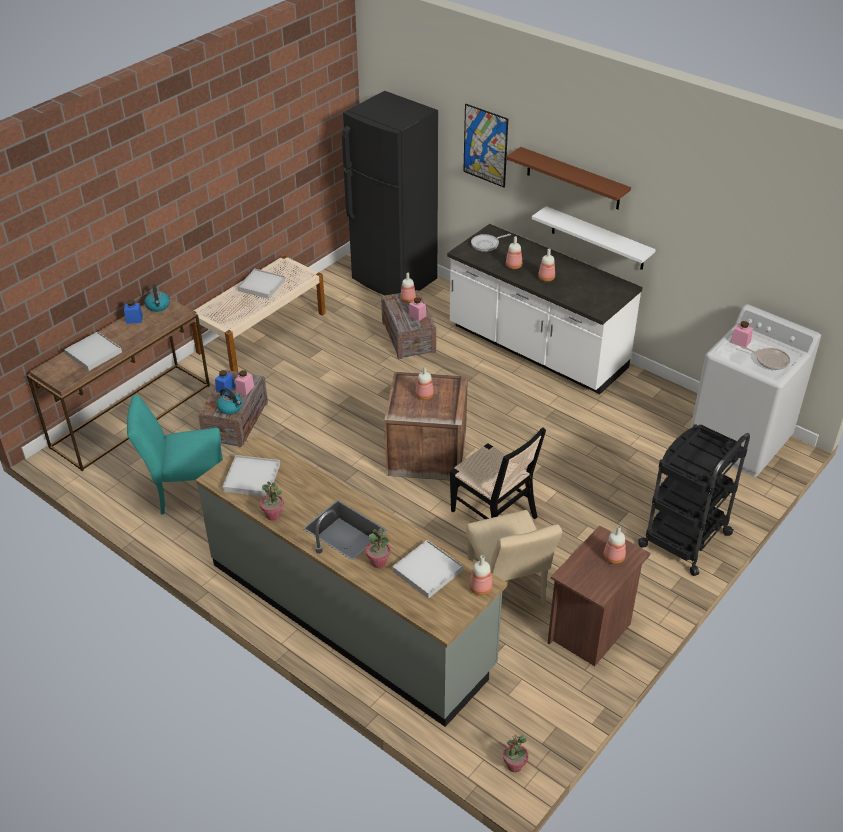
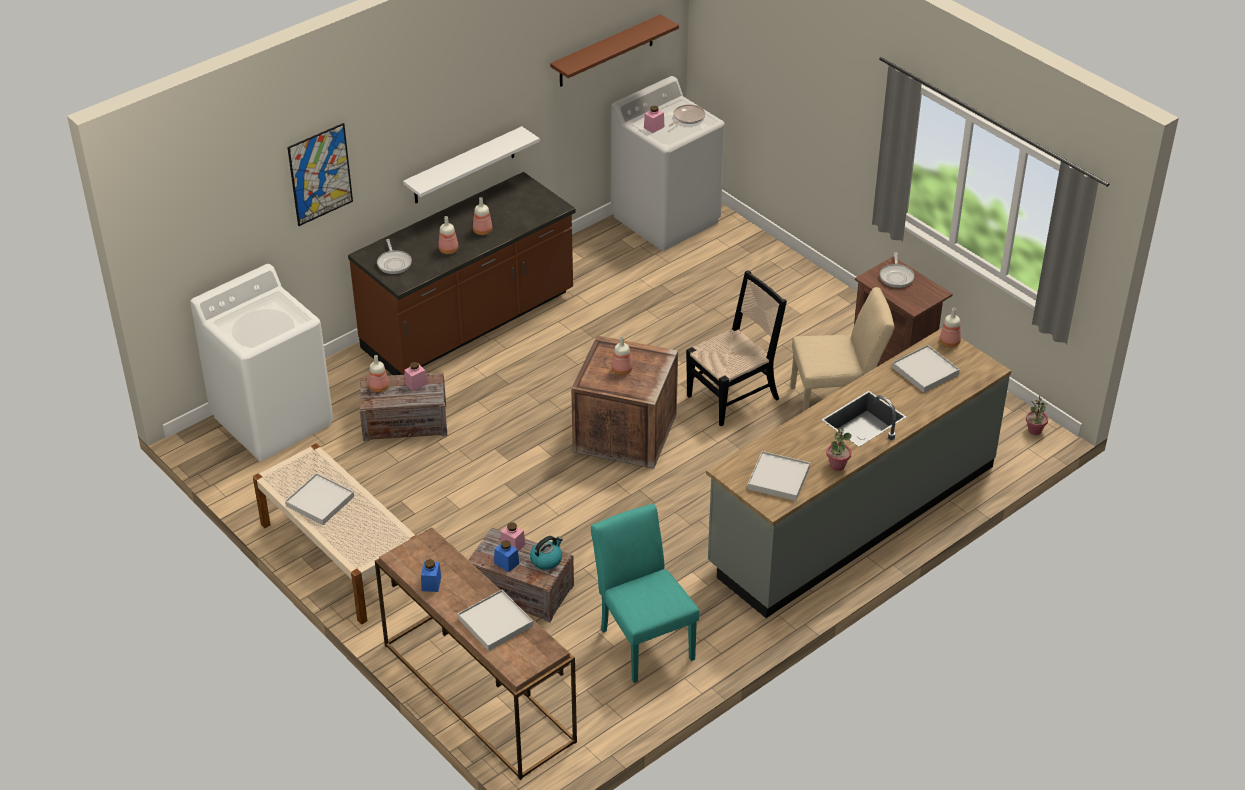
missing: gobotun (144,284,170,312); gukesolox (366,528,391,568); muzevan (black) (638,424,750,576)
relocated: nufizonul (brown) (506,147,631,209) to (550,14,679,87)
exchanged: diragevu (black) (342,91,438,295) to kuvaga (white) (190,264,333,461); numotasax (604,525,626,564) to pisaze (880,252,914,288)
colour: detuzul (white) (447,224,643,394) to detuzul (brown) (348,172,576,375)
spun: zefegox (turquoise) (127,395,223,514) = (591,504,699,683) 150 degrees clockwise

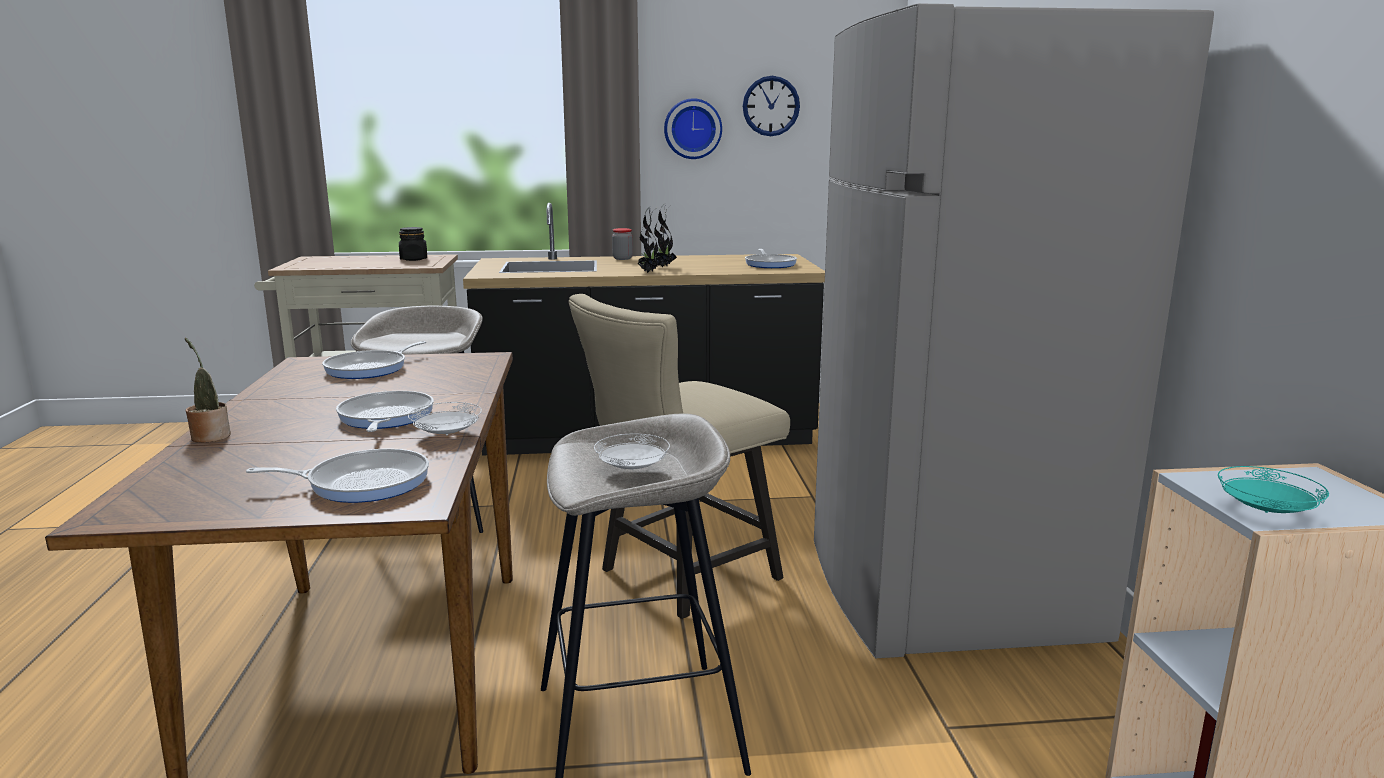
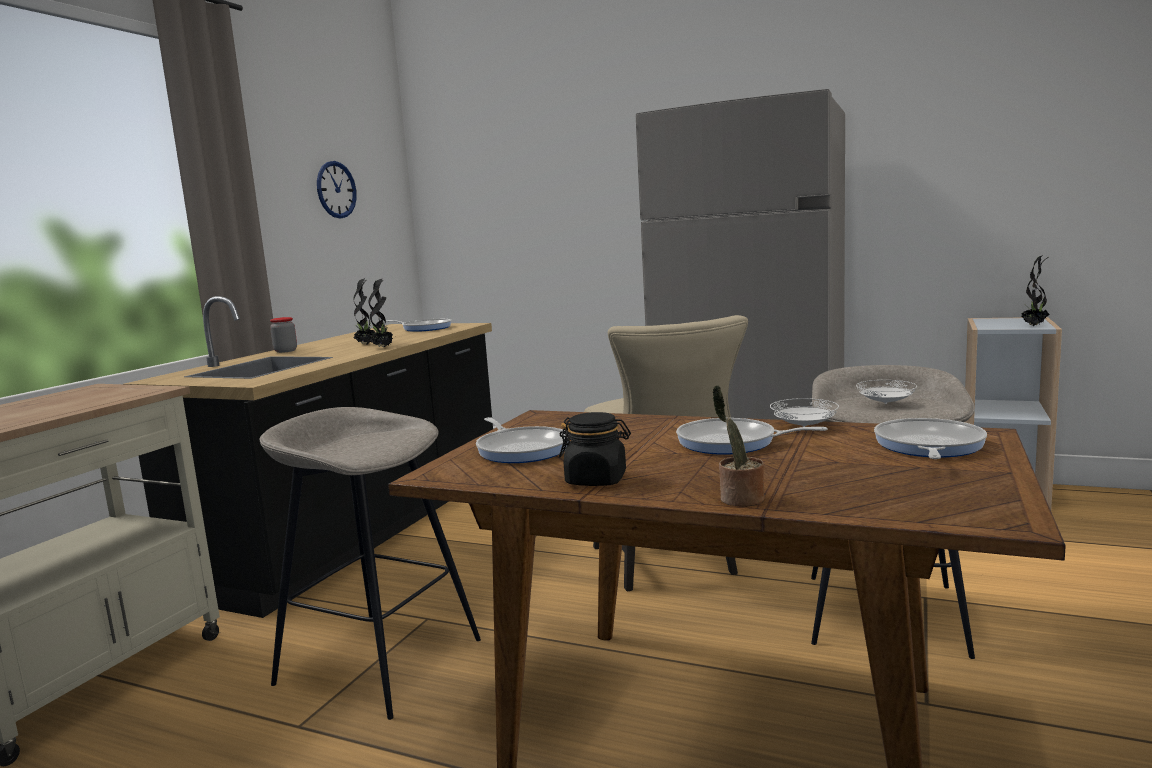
missing: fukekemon (664,98,722,159)
relocated: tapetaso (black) (399,227,427,261) to (559,412,631,486)
exchanged: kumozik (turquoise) (1218,466,1329,513) to gukesolox (1021,255,1049,326)

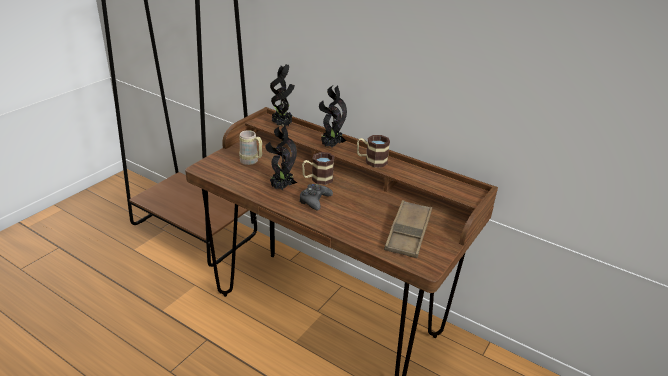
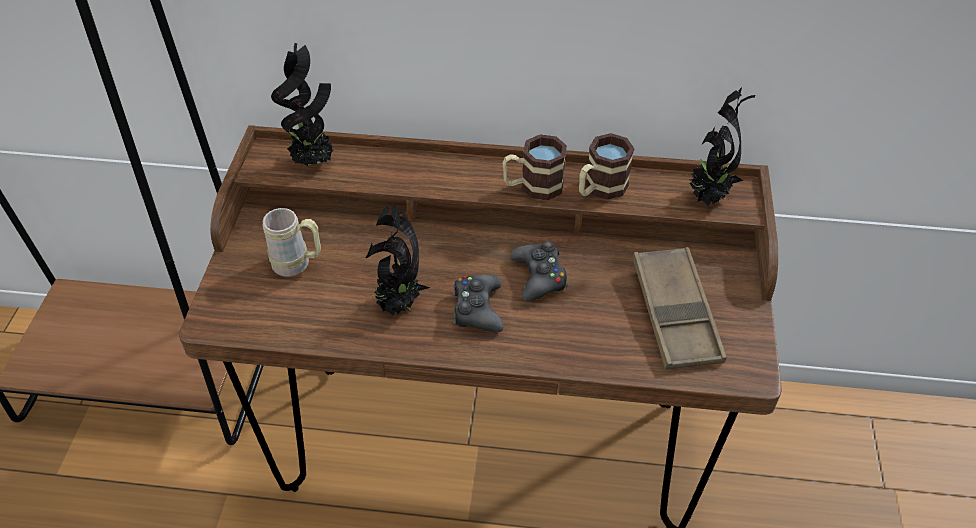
appeared: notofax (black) (510,241,568,301)
relocated: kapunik (302,152,335,185) to (579,133,635,200); gukesolox (319,85,347,148) to (688,88,755,205)

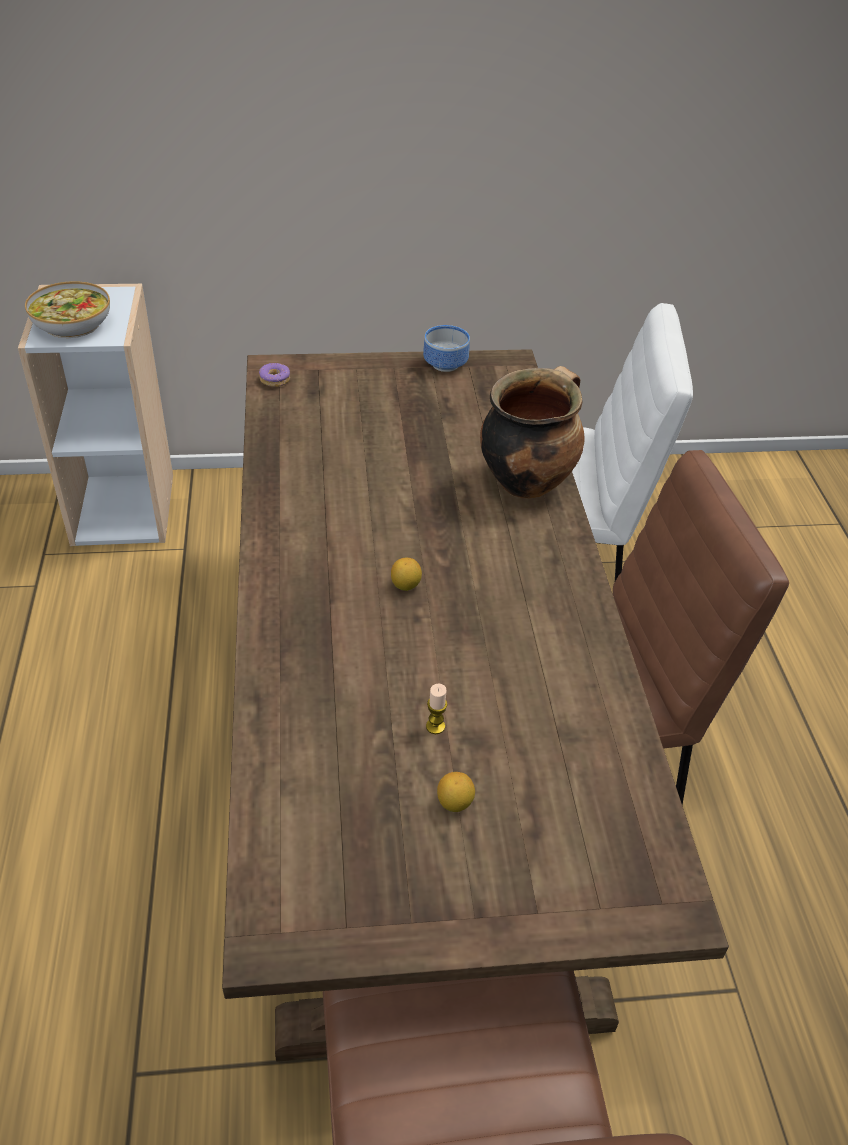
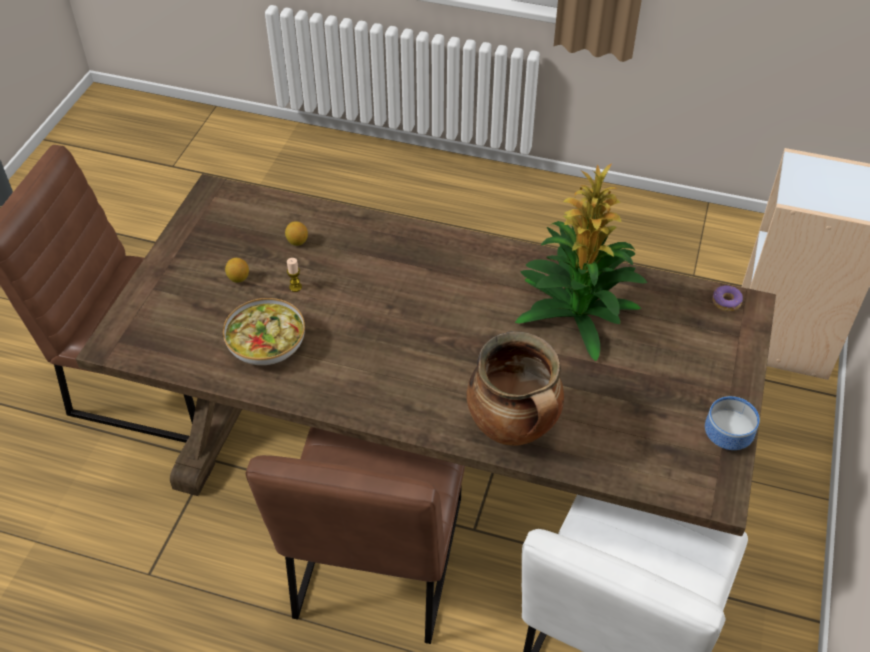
appeared: gukesolox (515,163,647,361)
relocated: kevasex (25,281,110,338) to (223,298,305,365); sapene (391,558,422,591) to (285,221,308,246)

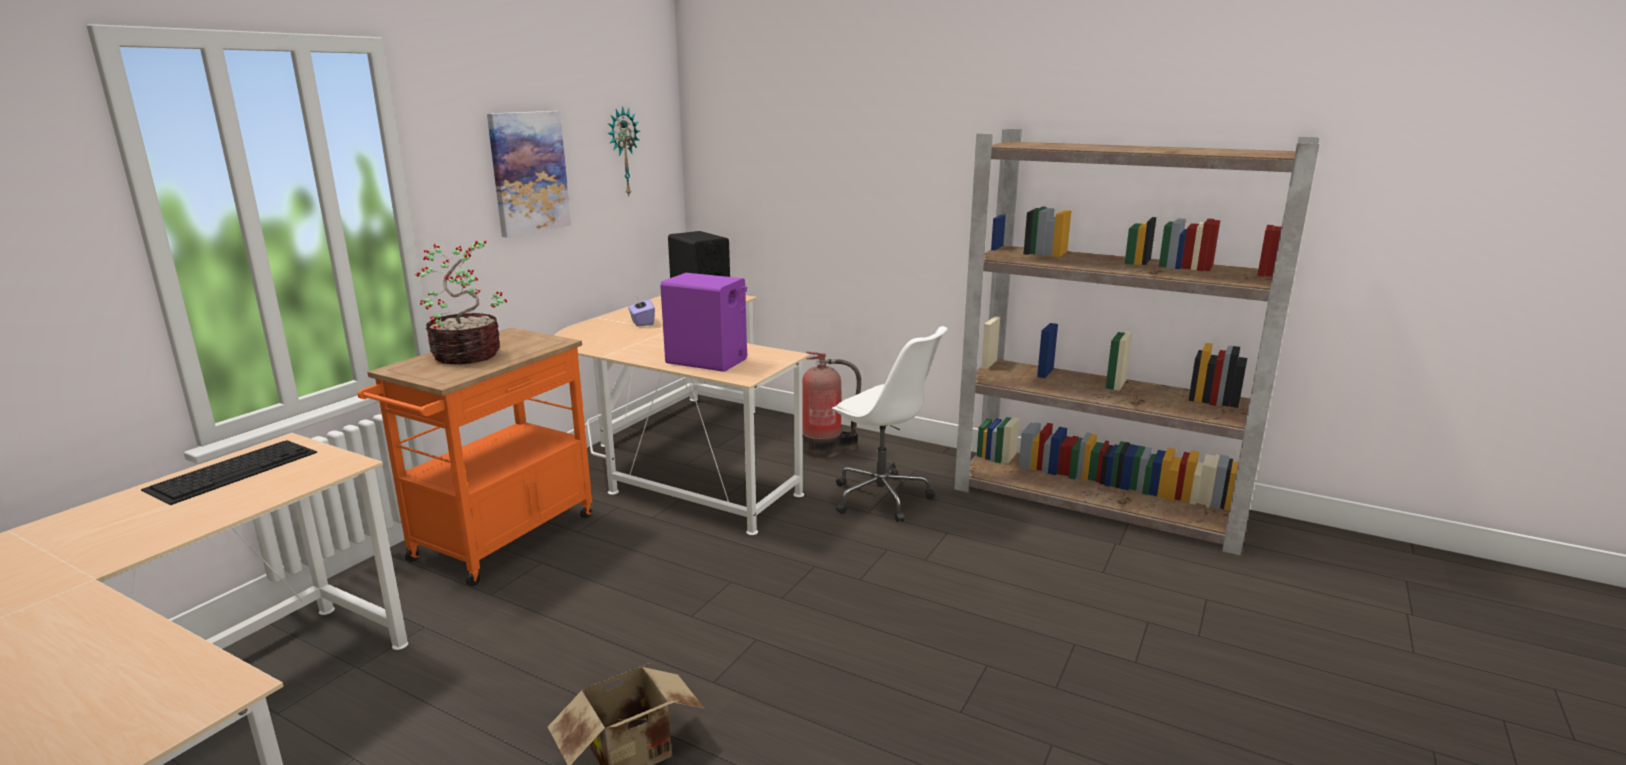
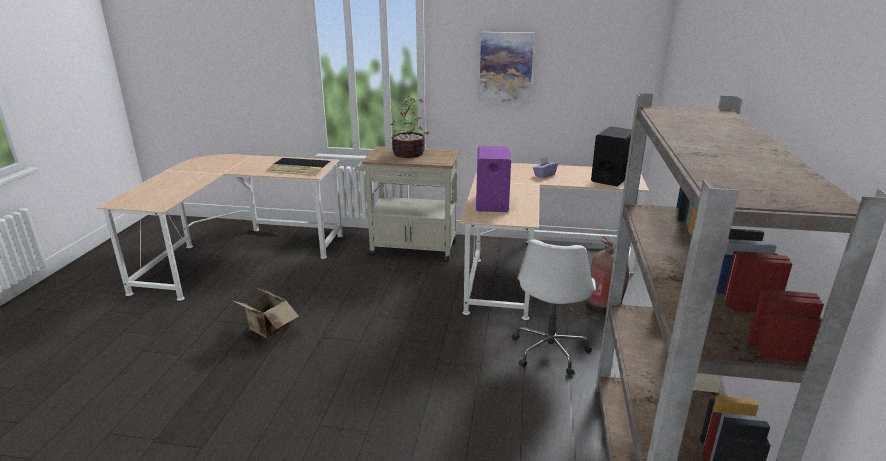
missing: fukekemon (607,106,640,196)
appeared: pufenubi (265,164,322,176)
colour: muzevan (orange) (358,327,592,587) to muzevan (beige) (354,146,460,262)

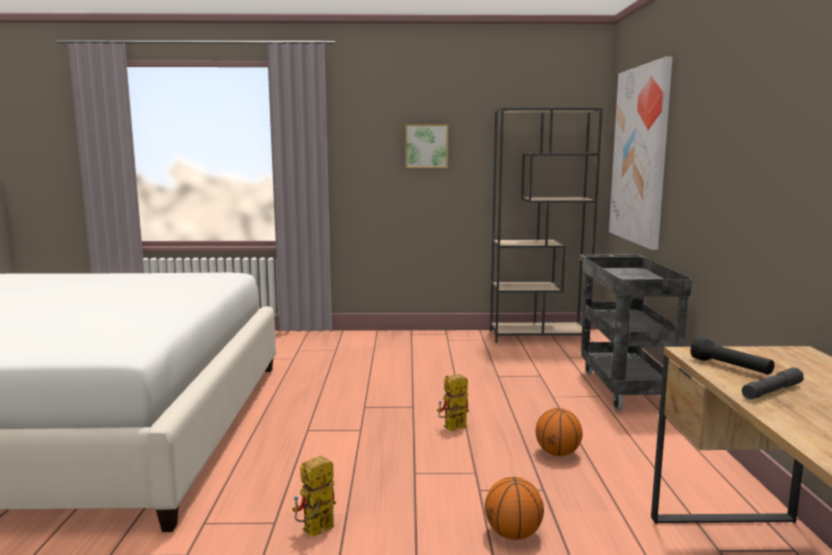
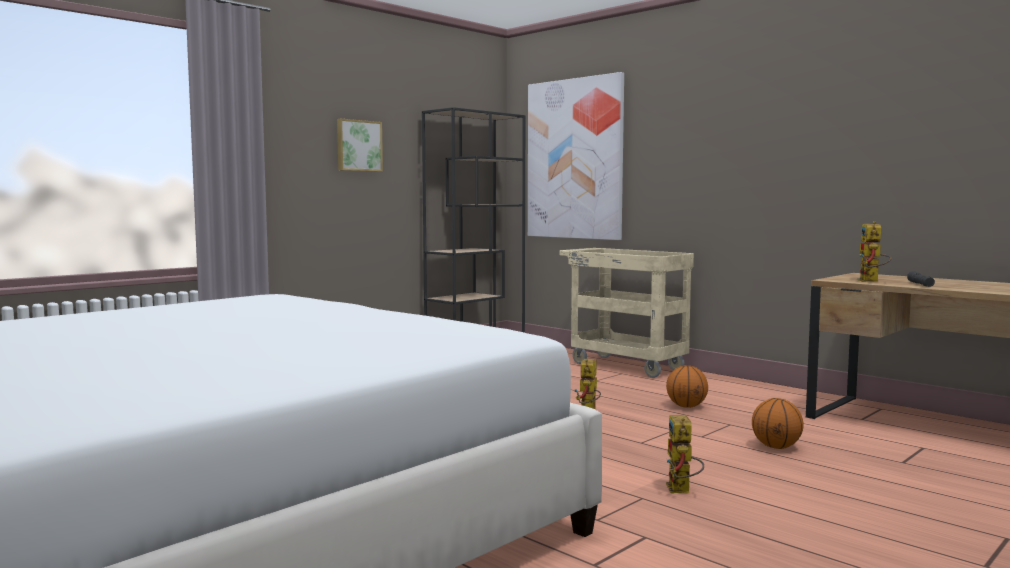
exchanged: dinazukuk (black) (690,336,774,375) to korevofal (858,221,891,282)
colour: muzevan (black) (580,254,692,411) to muzevan (beige) (559,248,694,378)

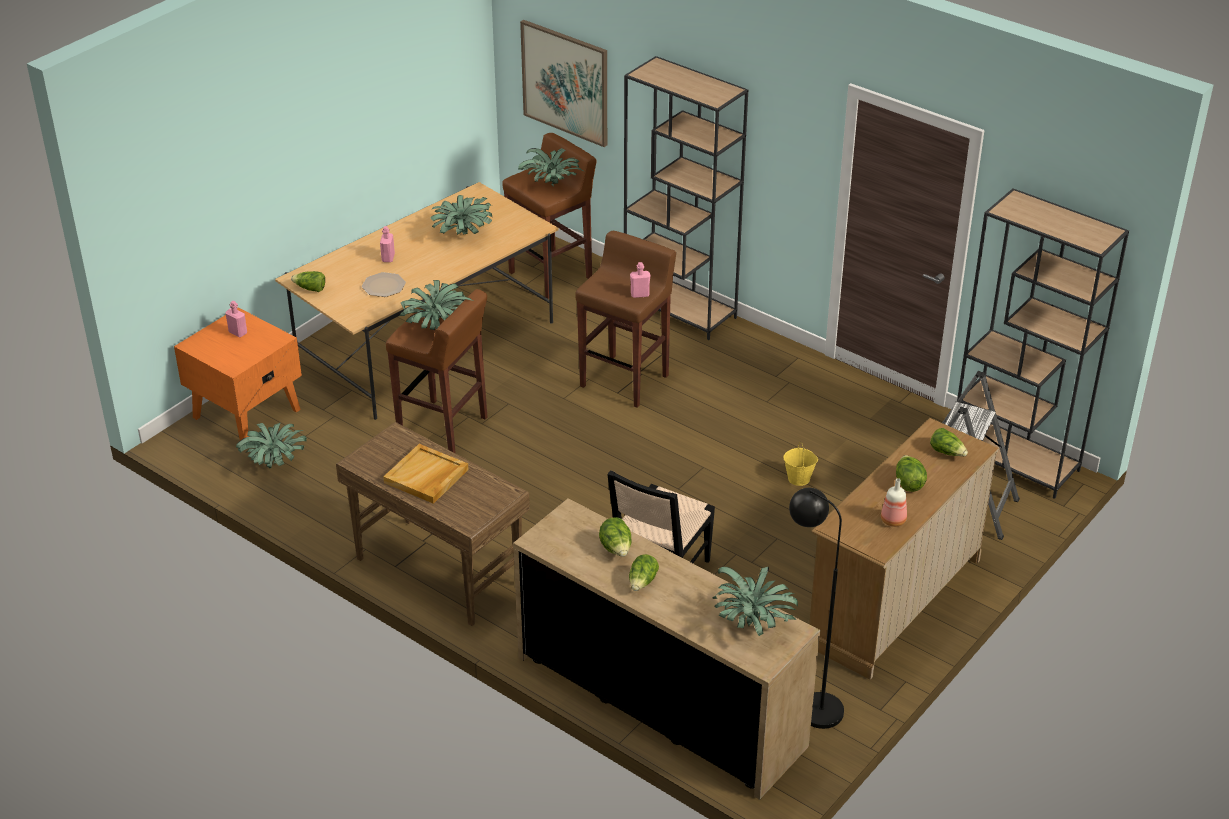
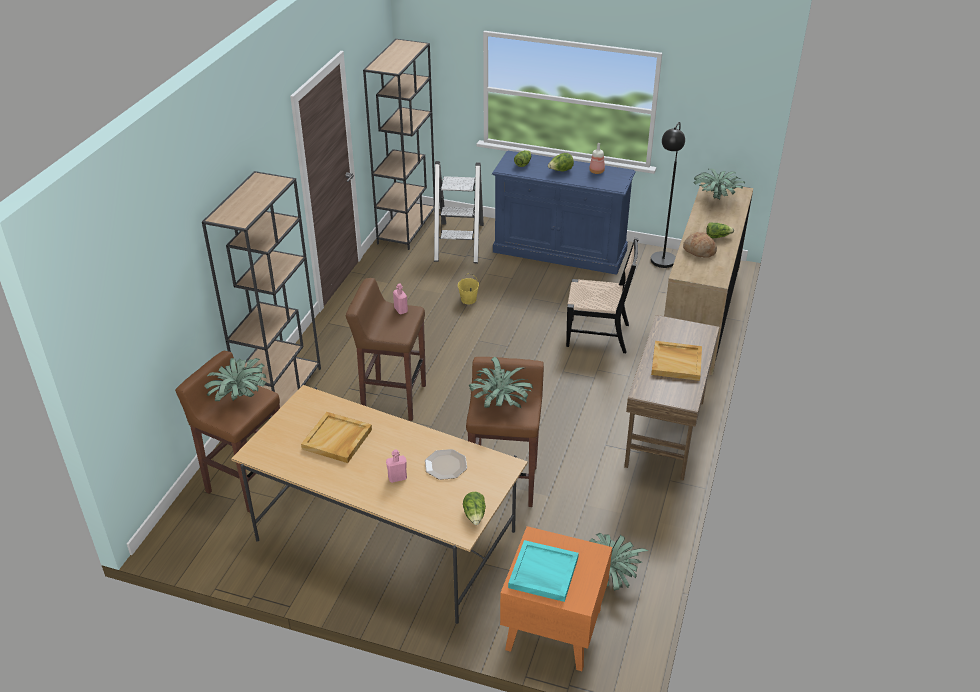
missing: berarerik (520,20,607,147)
exchanged: numotasax (pink) (226,301,247,337) to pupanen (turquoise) (508,540,579,602); gukesolox (430,195,492,235) to pupanen (beige) (301,412,372,463); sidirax (599,517,632,557) to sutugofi (683,232,717,258)
colour: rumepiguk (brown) (809,418,999,680) to rumepiguk (blue) (492,151,636,275)

